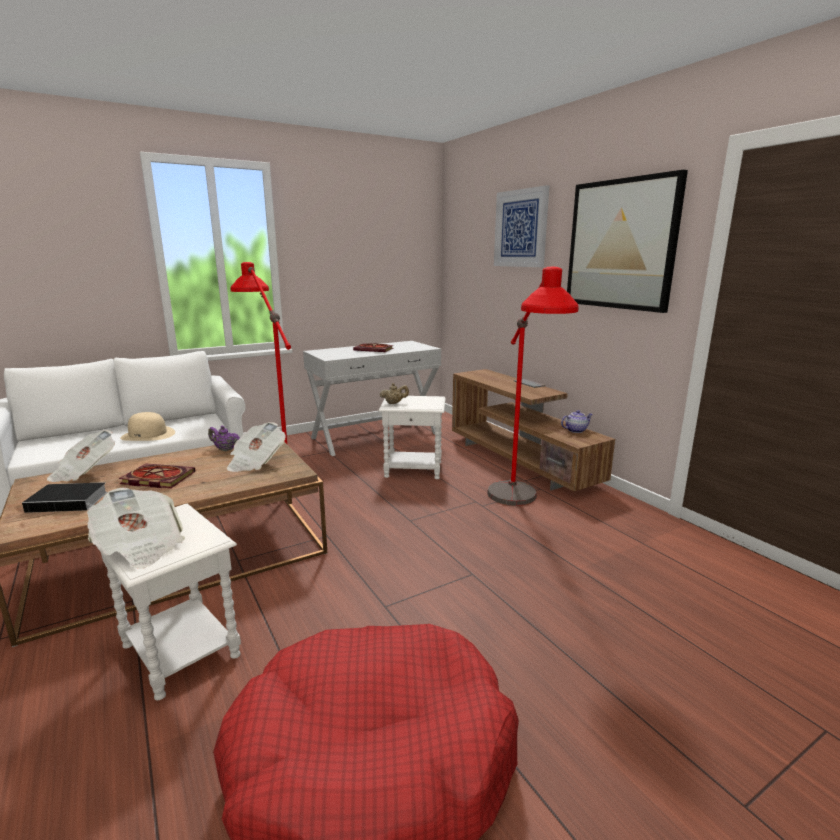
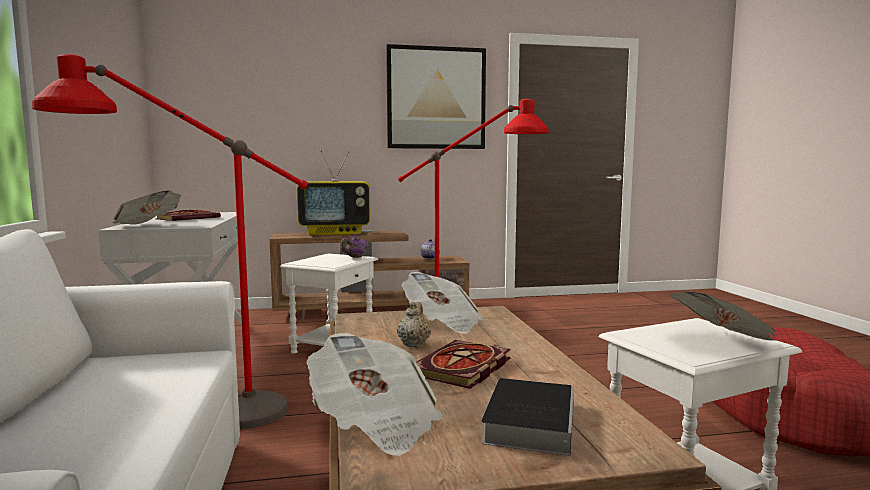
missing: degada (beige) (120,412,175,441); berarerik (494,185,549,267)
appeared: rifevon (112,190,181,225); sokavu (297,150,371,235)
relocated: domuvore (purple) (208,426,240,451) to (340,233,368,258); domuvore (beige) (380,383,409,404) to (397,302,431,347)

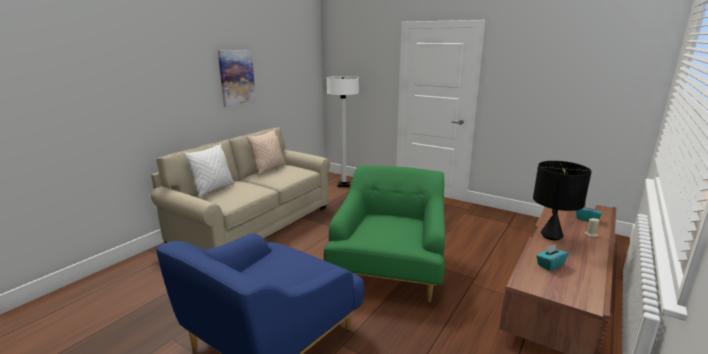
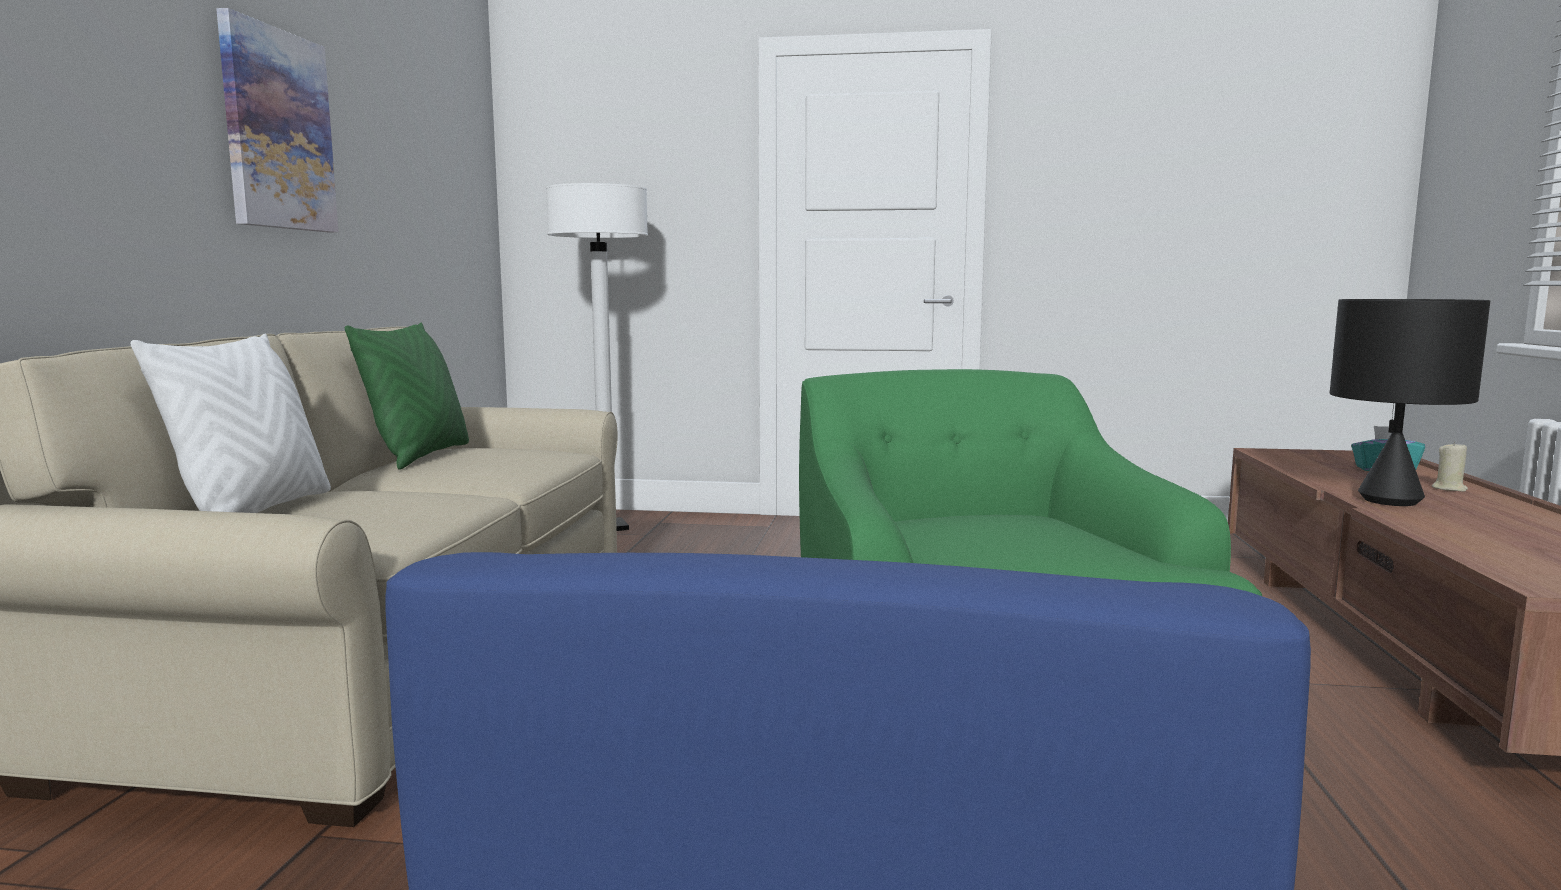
missing: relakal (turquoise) (536,244,568,271)
colour: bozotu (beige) (247,130,286,175) to bozotu (green) (345,323,469,470)

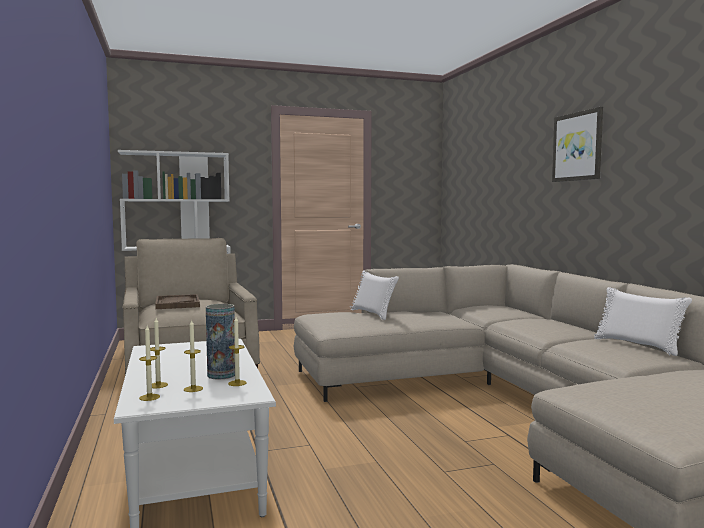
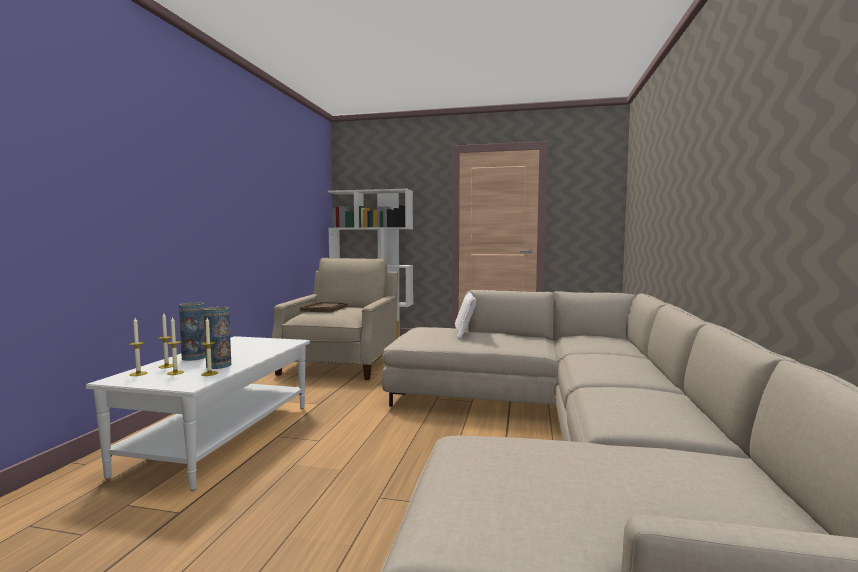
missing: berarerik (552,107,603,182); bozotu (white) (594,287,692,356)
appeared: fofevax (179,303,206,361)

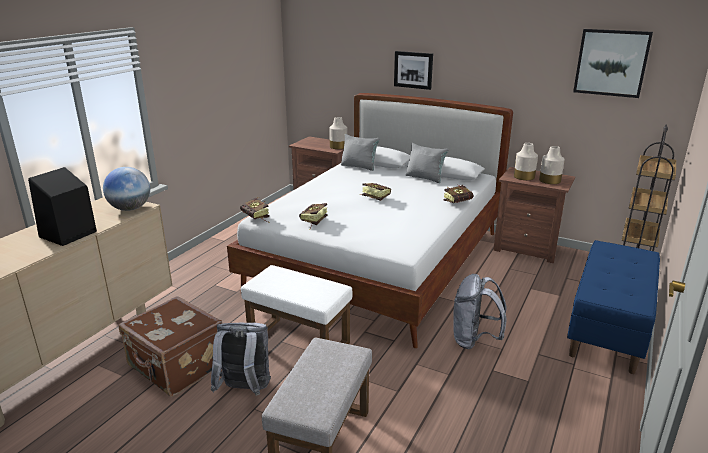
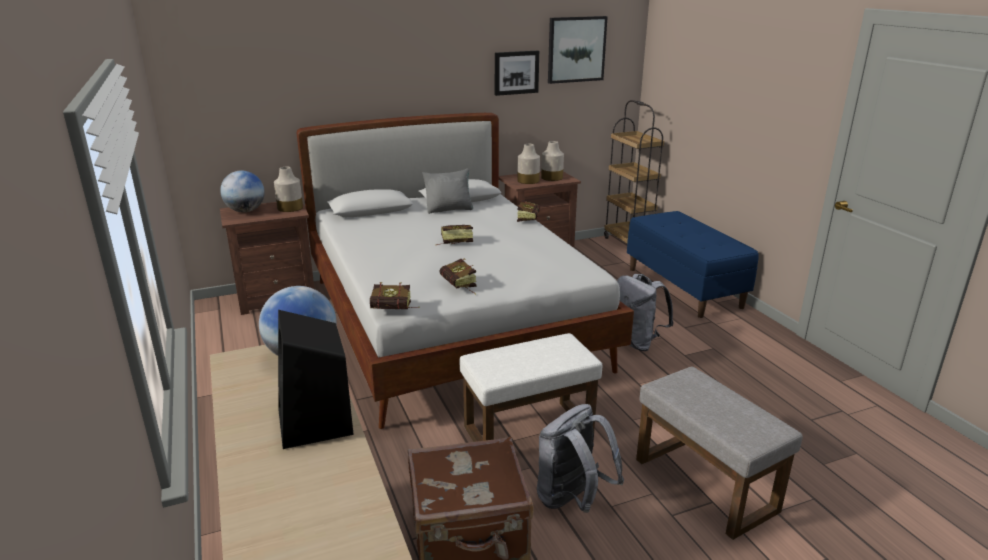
missing: bozotu (grey) (341,134,380,171)
appeared: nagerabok (220,170,265,212)
relocated: berarerik (394,51,433,90) to (495,51,539,96)

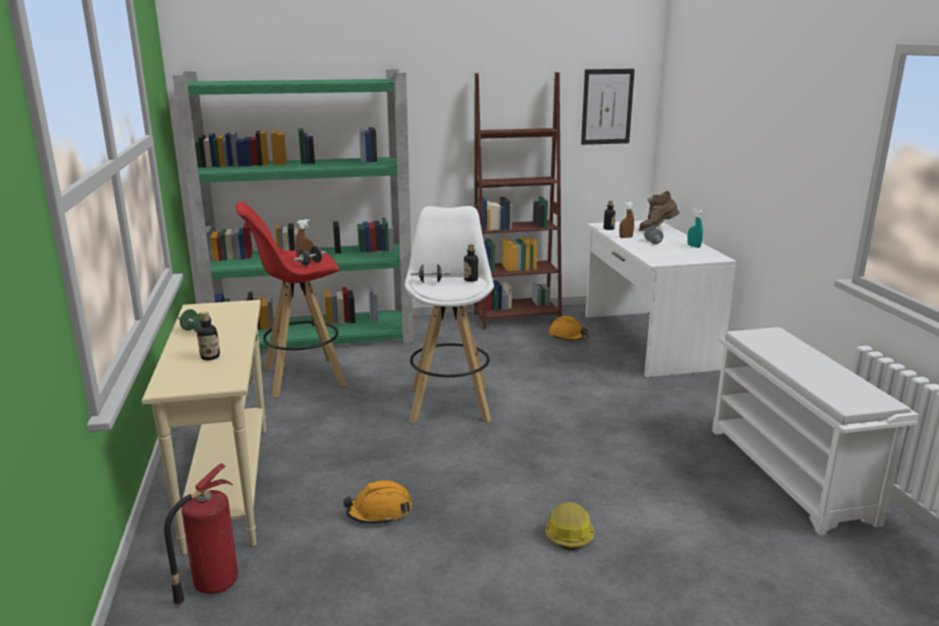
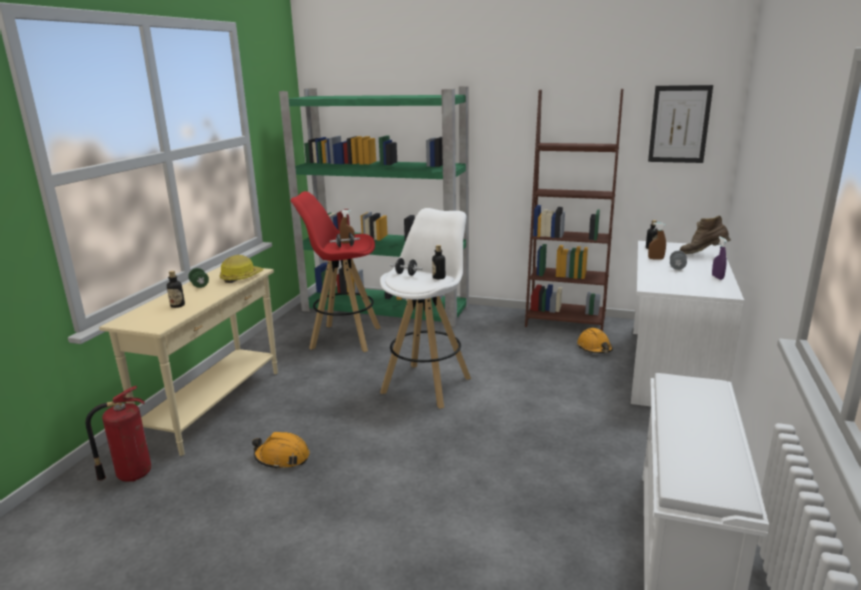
relocated: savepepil (545,502,594,550) to (220,255,264,283)
colour: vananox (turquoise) (687,209,703,248) to vananox (purple) (712,236,727,280)

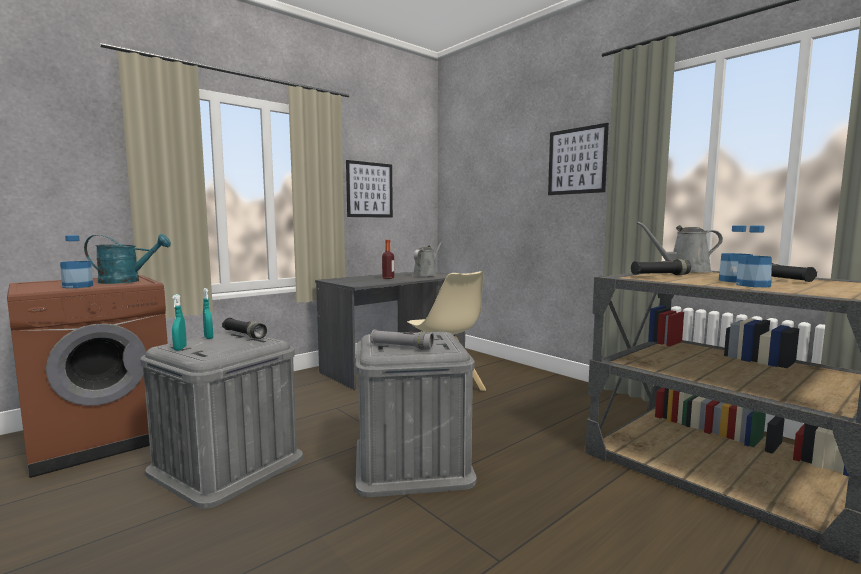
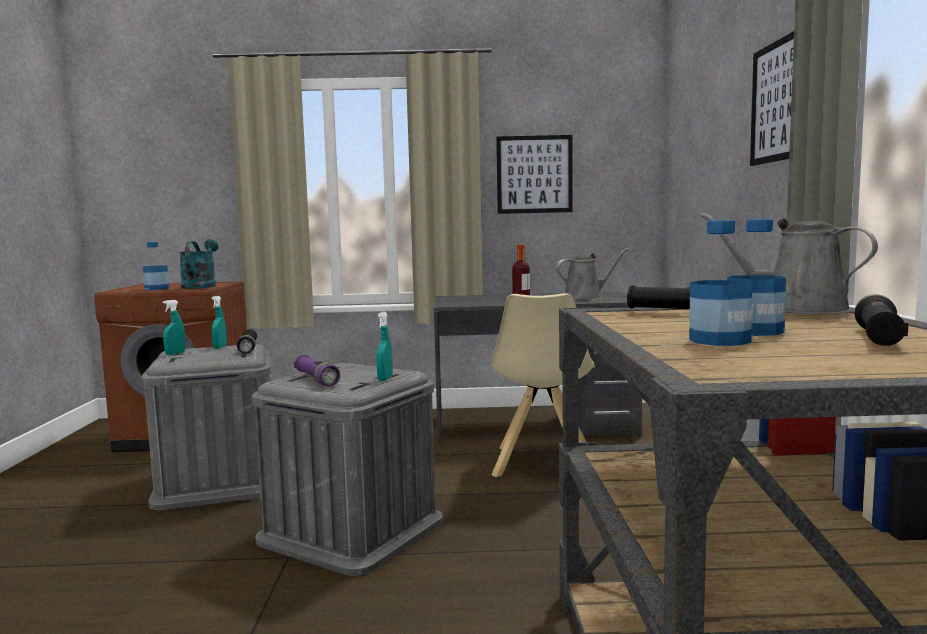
appeared: vananox (turquoise) (377,312,393,381)
colour: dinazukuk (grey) (370,329,434,350) to dinazukuk (purple) (294,355,340,386)
spun: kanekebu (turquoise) (84,234,171,284) = (179,239,218,289) 120 degrees counterclockwise

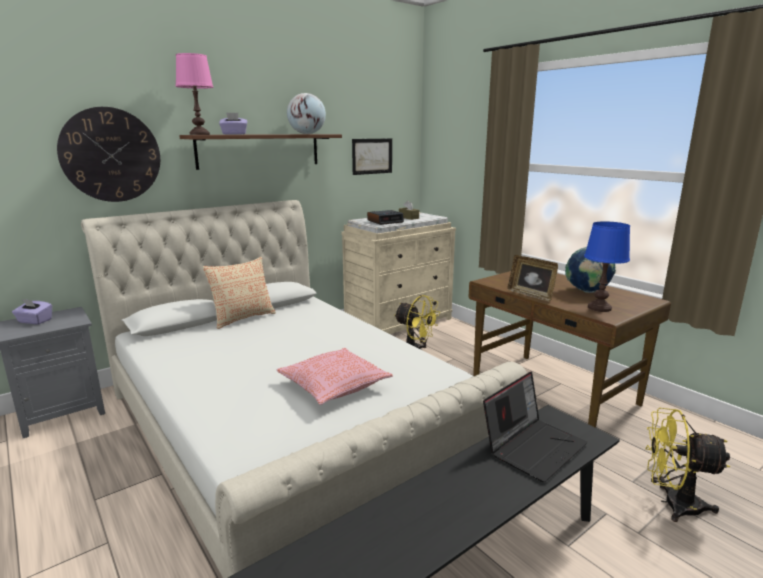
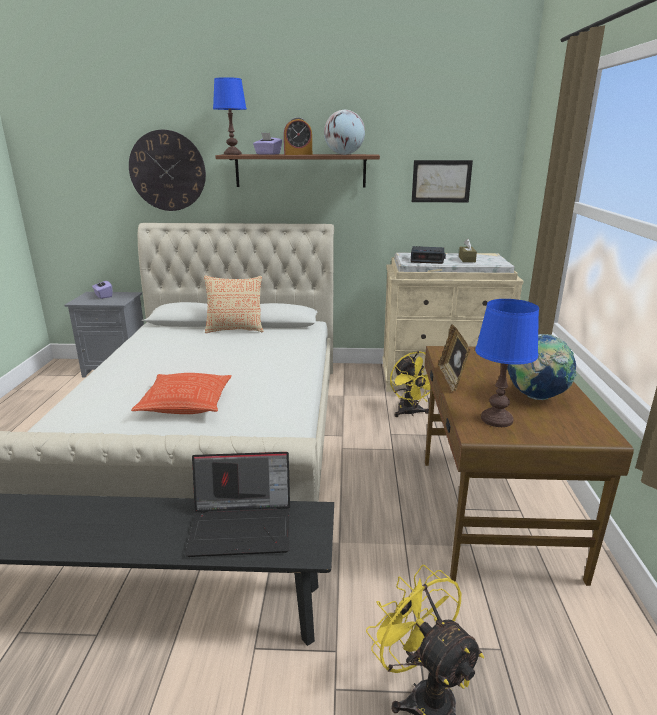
appeared: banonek (284,117,312,155)
colour: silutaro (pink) (175,53,214,135) to silutaro (blue) (213,77,247,155); bozotu (pink) (276,348,393,405) to bozotu (orange) (131,373,232,414)

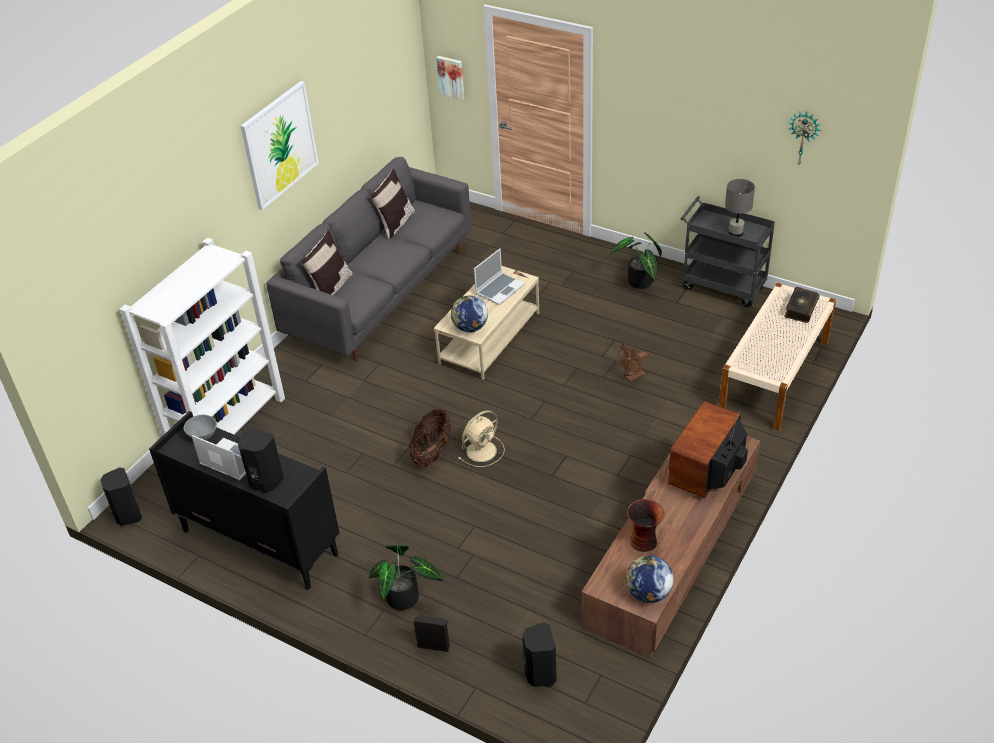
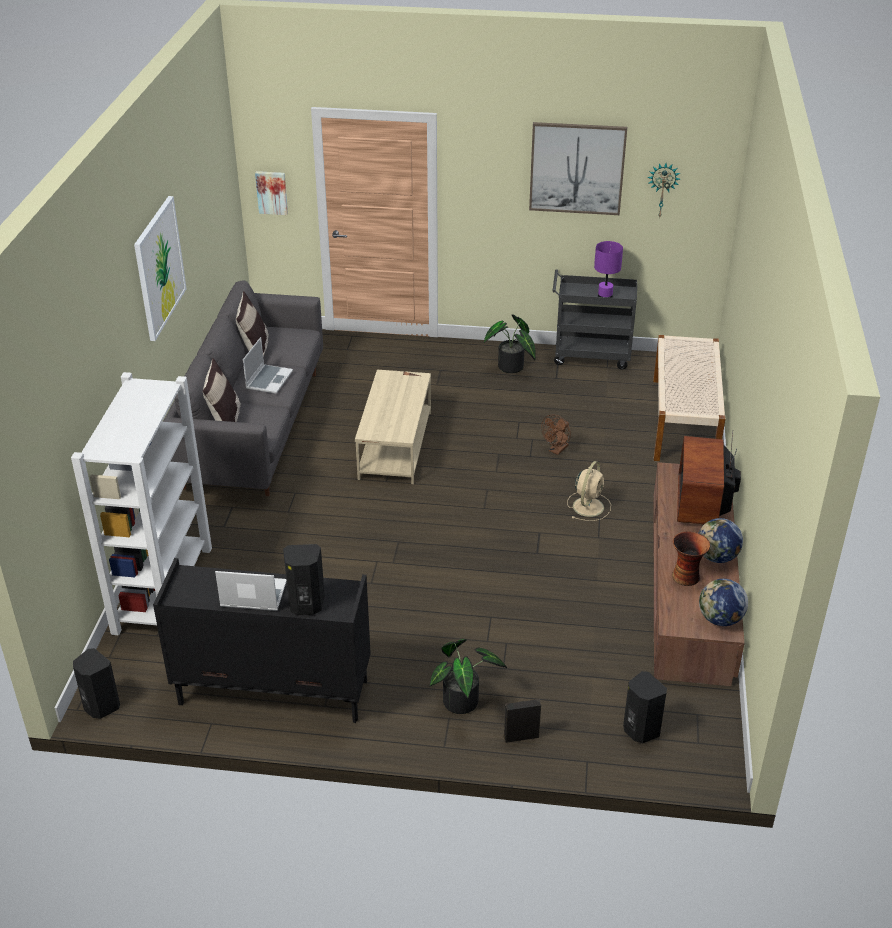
missing: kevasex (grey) (183,415,217,440); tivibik (409,409,451,467); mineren (784,287,820,323)
appeared: berarerik (529,122,627,215)
relocated: nagerabok (451,296,488,332) to (698,518,743,563); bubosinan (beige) (459,410,505,467) to (567,461,611,521); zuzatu (474,248,525,305) to (243,337,293,394)
colour: silutaro (grey) (725,179,755,237) to silutaro (purple) (594,241,623,298)

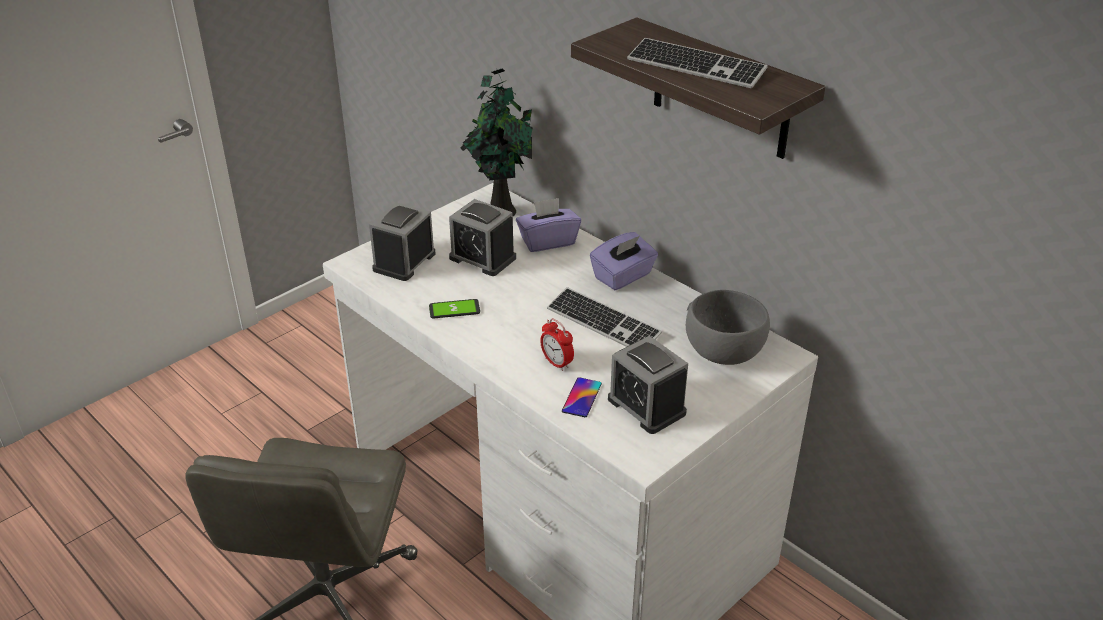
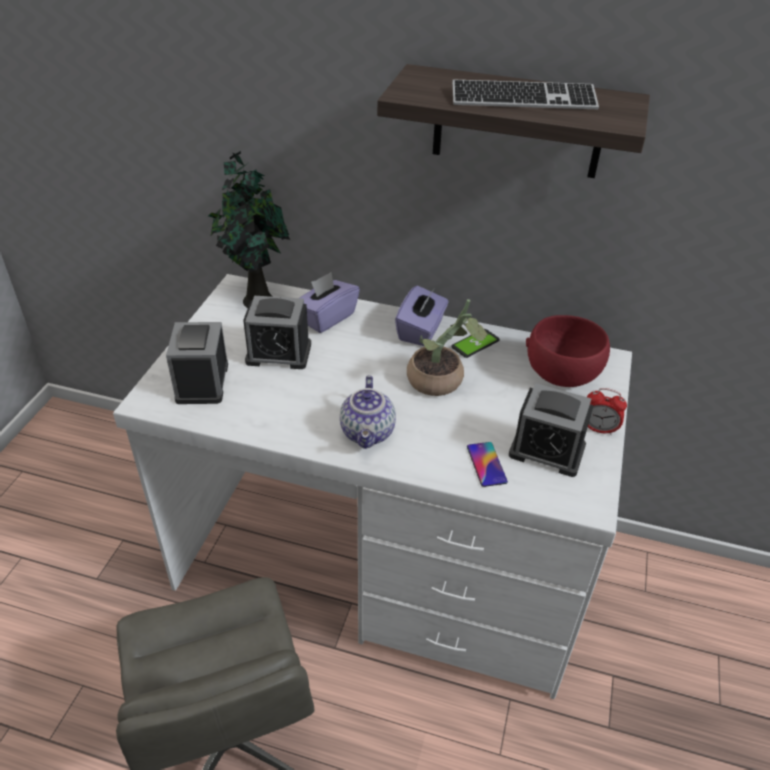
appeared: domuvore (340,375,396,449)
relocated: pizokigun (429,299,480,319) to (451,329,500,358); banonek (540,318,574,371) to (587,388,627,435)
exchanged: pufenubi (547,287,662,347) to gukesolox (407,299,489,396)
colour: kevasex (grey) (686,290,770,365) to kevasex (red) (526,315,610,387)

